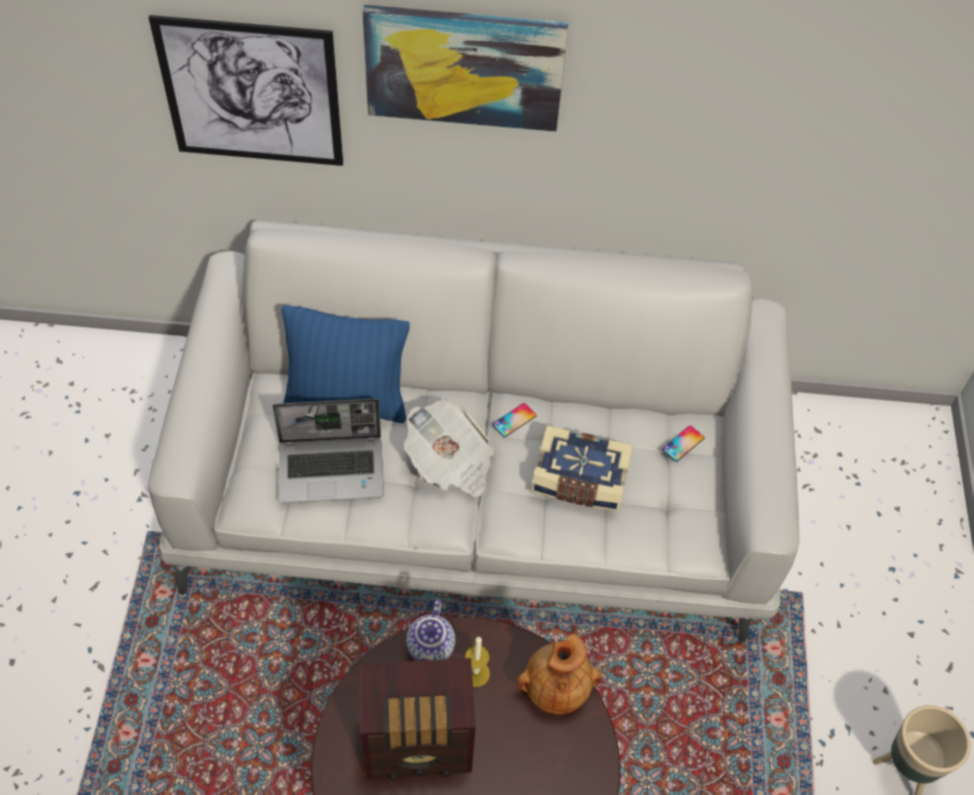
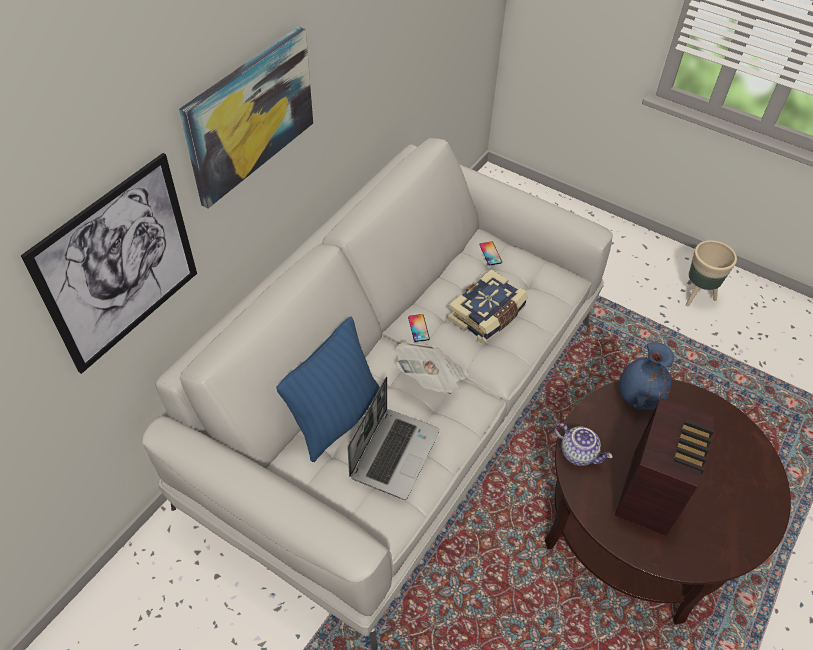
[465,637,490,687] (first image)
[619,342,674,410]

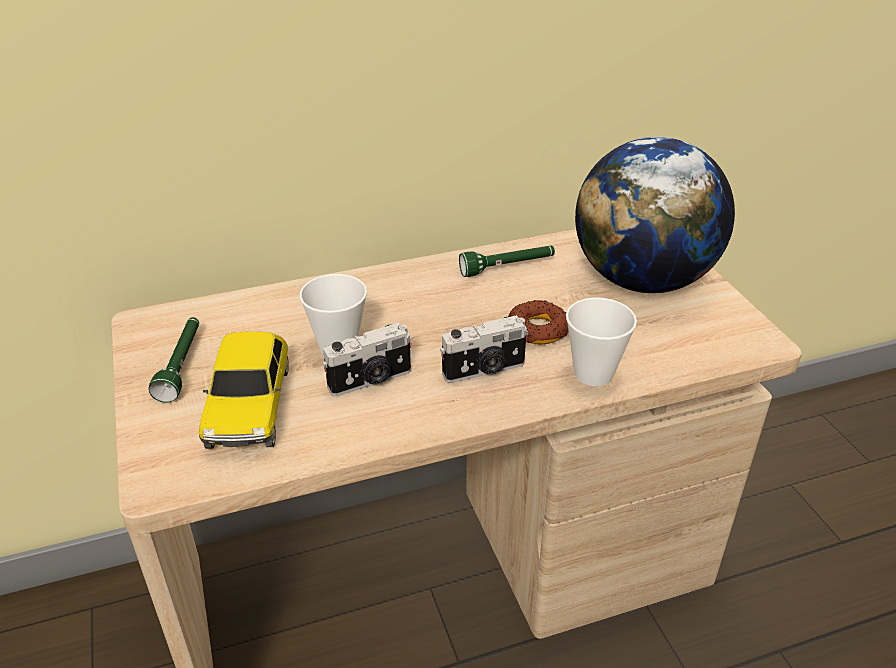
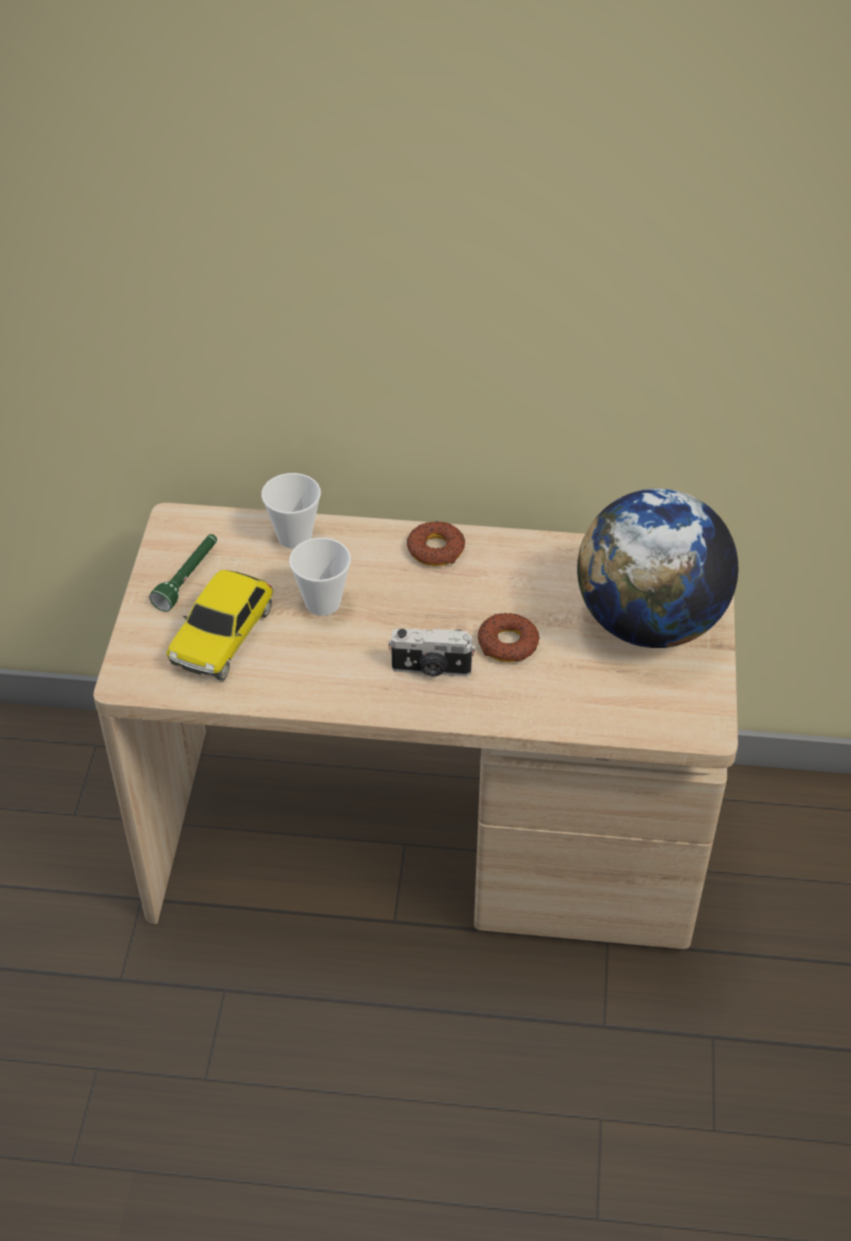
[322,323,412,396] (first image)
[459,246,555,277] (first image)
[261,473,321,549]
[407,521,465,566]

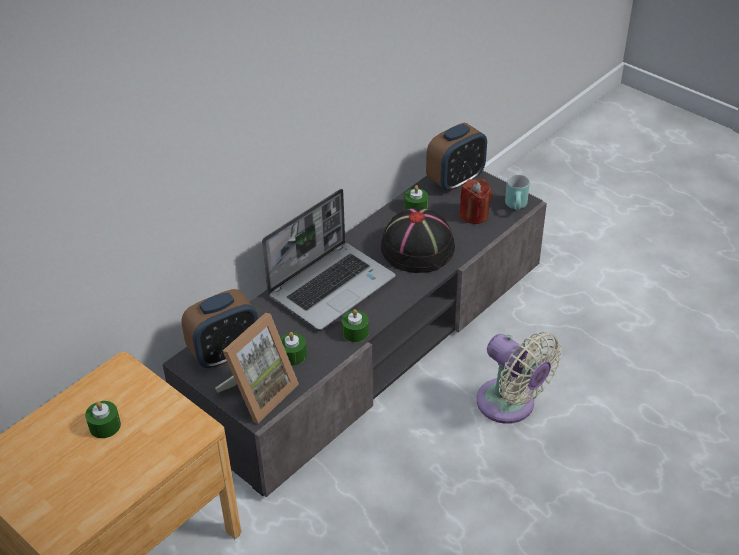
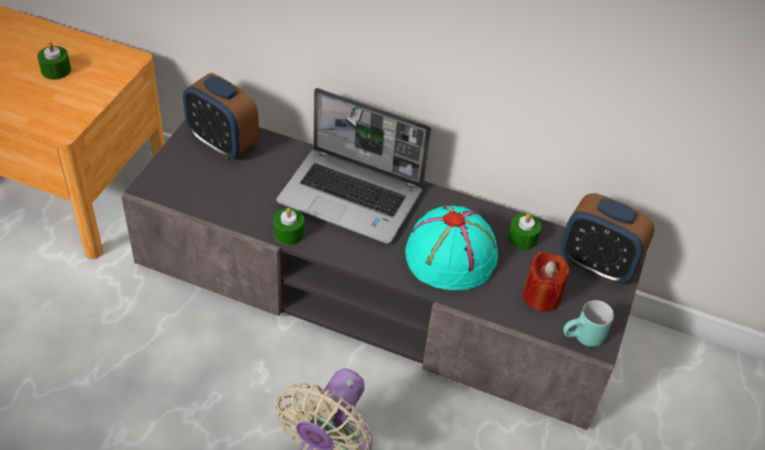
[215,313,299,423] (first image)
[280,332,307,365] (first image)
[405,206,498,290]

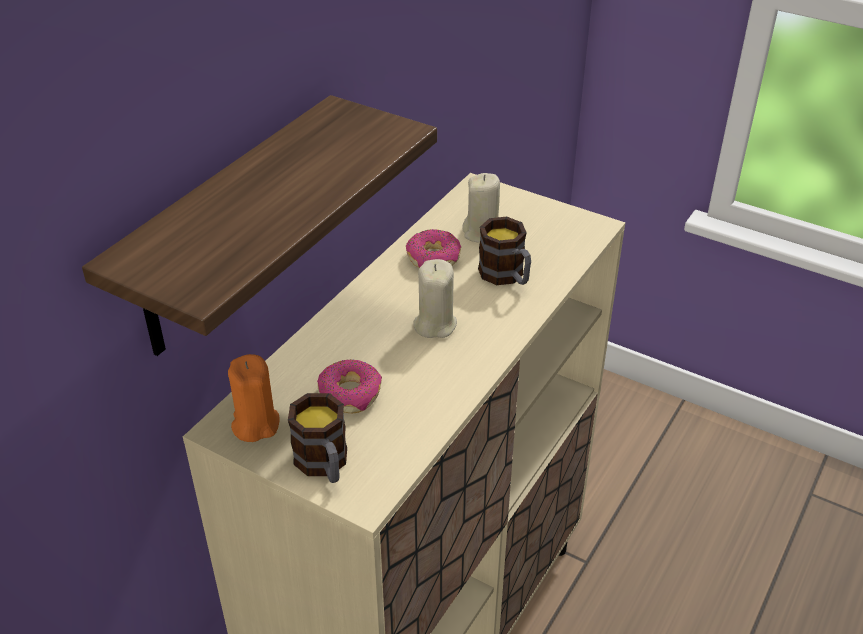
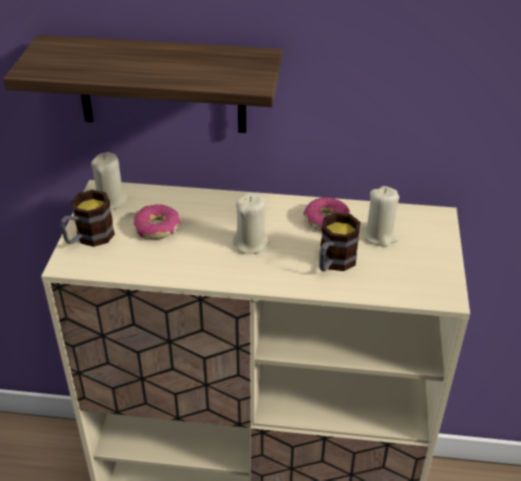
[91,152,128,210]

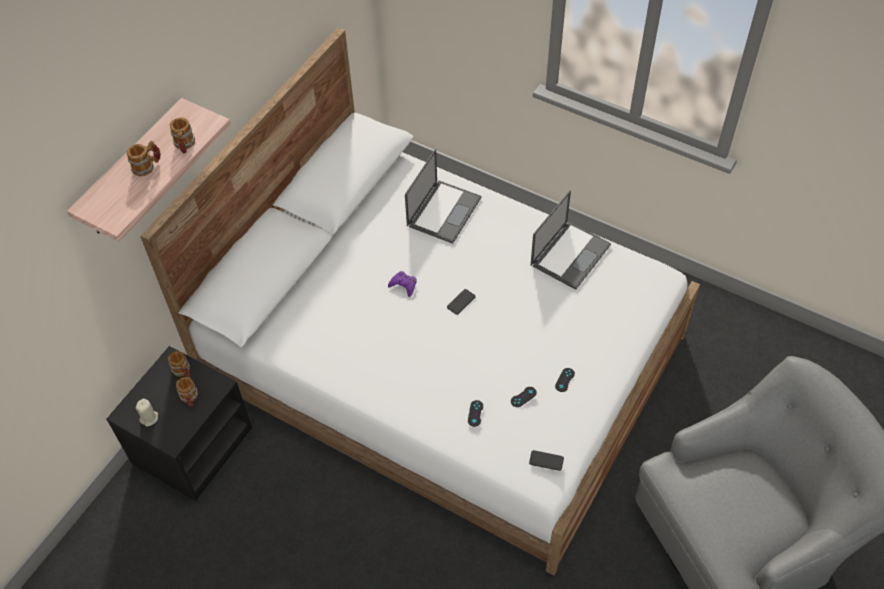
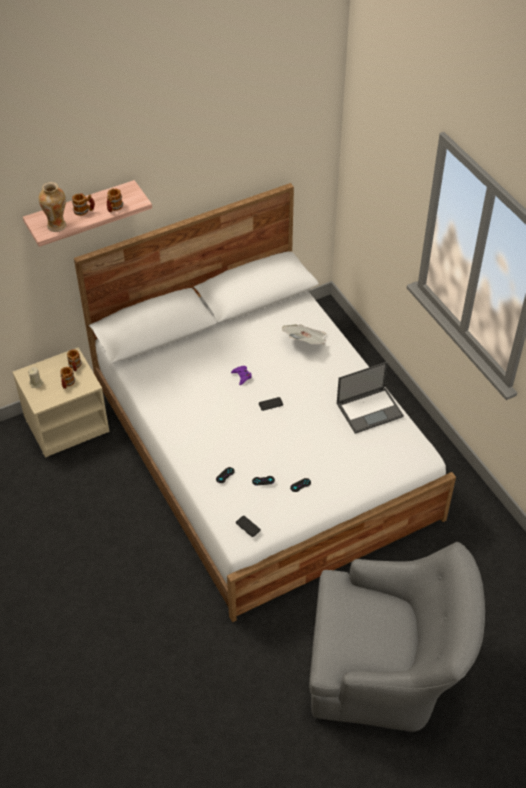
[12,347,109,458]
[282,324,326,345]
[39,182,66,232]

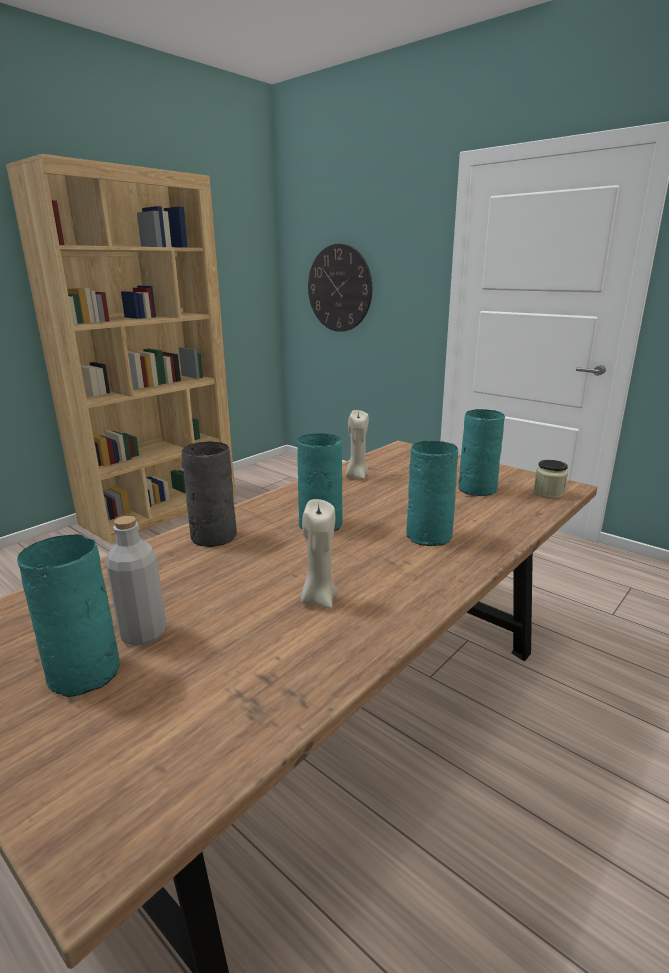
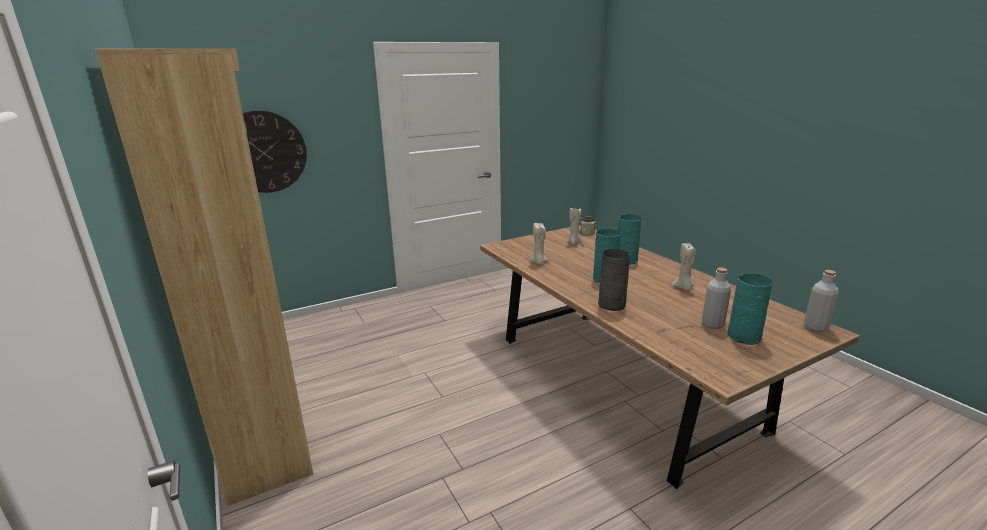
[567,207,582,245]
[804,270,839,332]

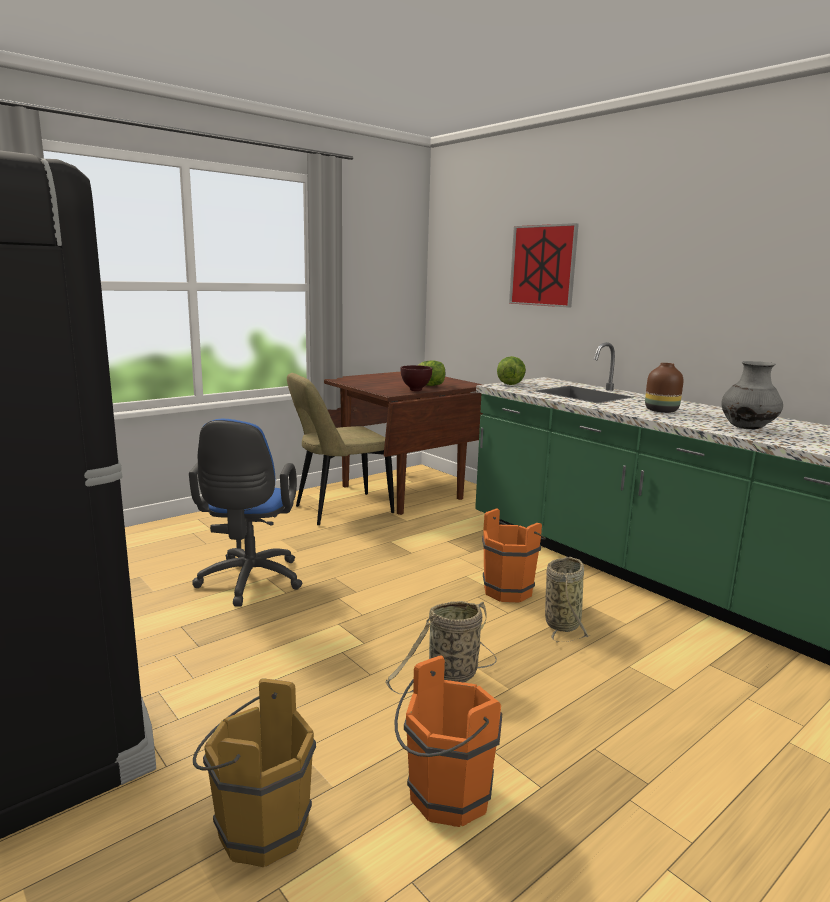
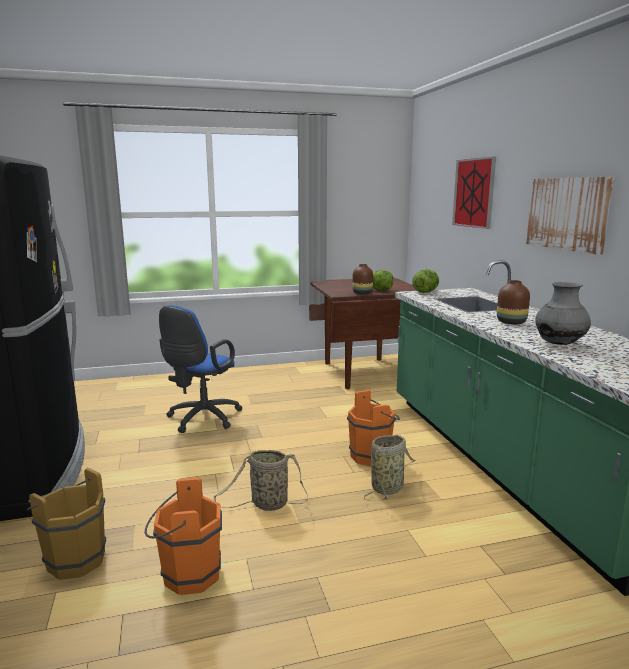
[287,373,394,525] (first image)
[352,264,373,294]
[526,177,614,255]

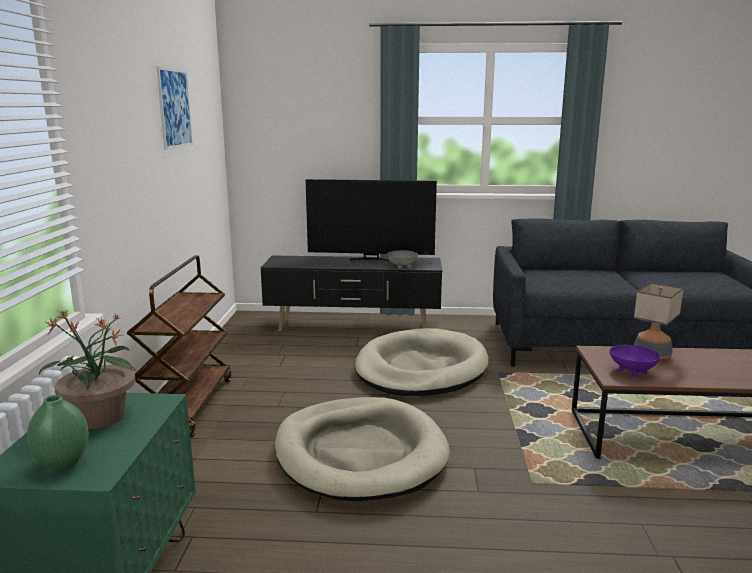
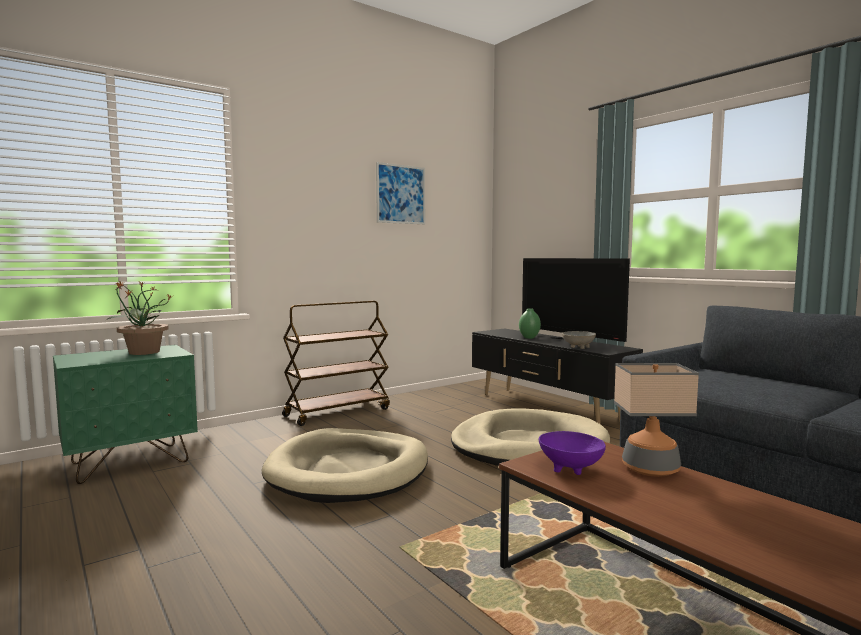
[519,308,541,339]

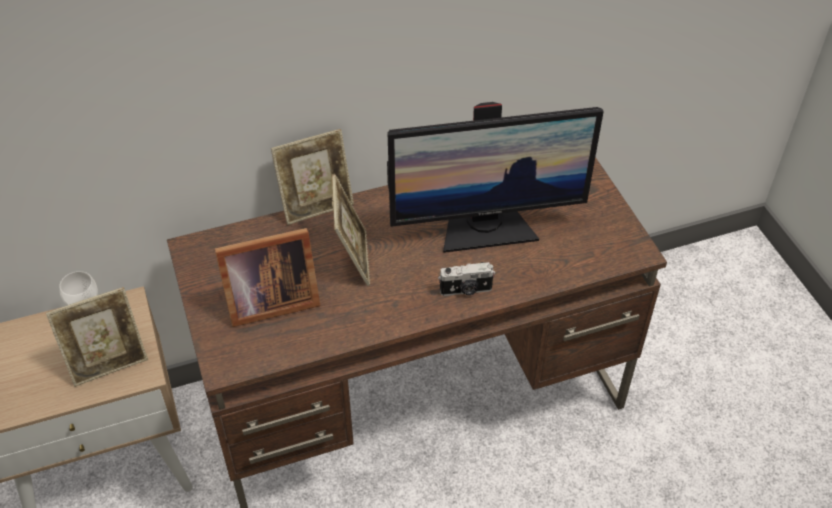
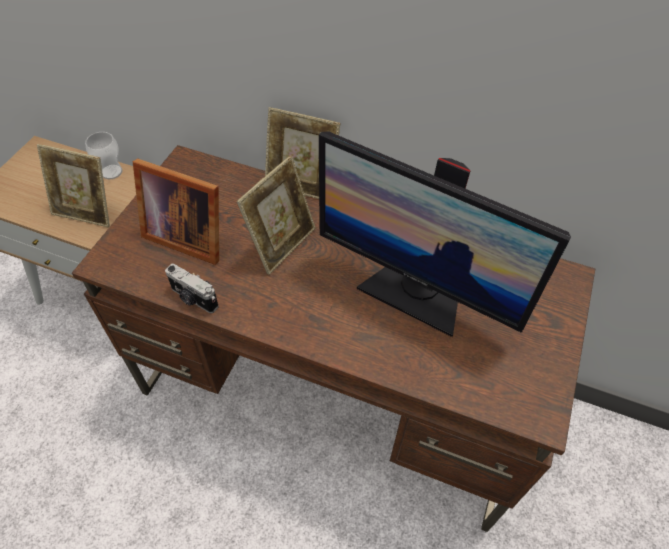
[165,264,219,313]

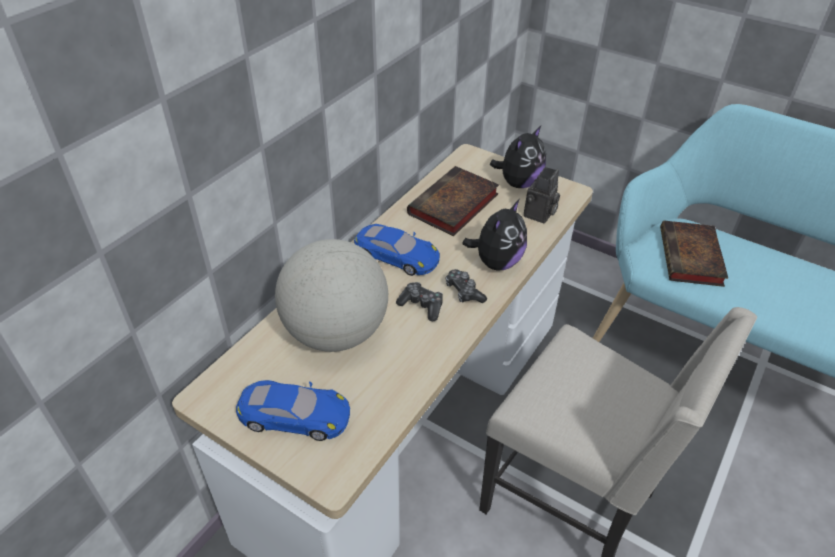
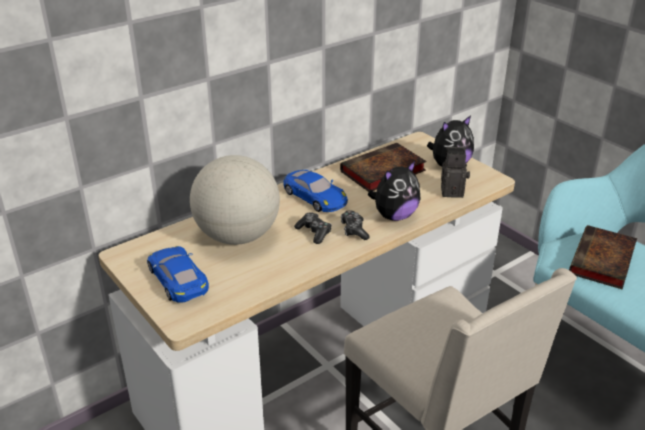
[147,246,209,303]
[441,147,470,198]

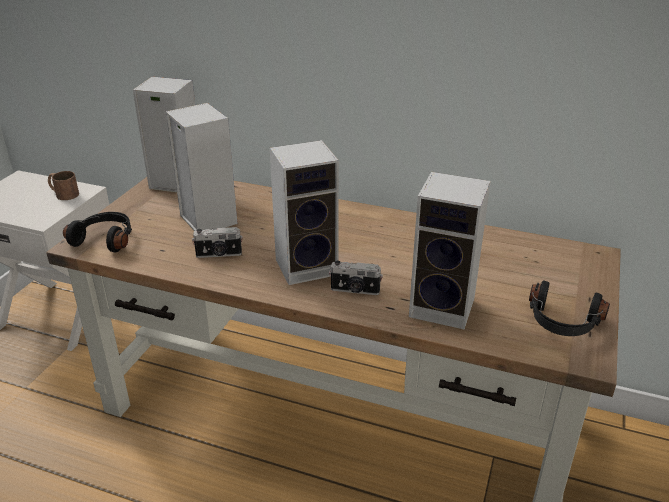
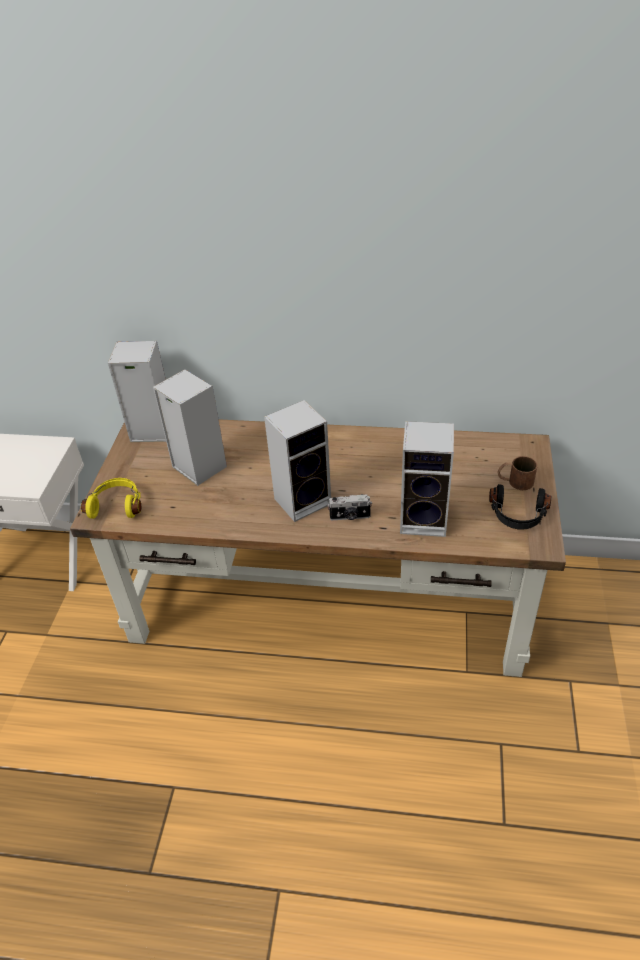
[498,456,537,490]
[81,478,141,519]
[192,227,243,258] (first image)

